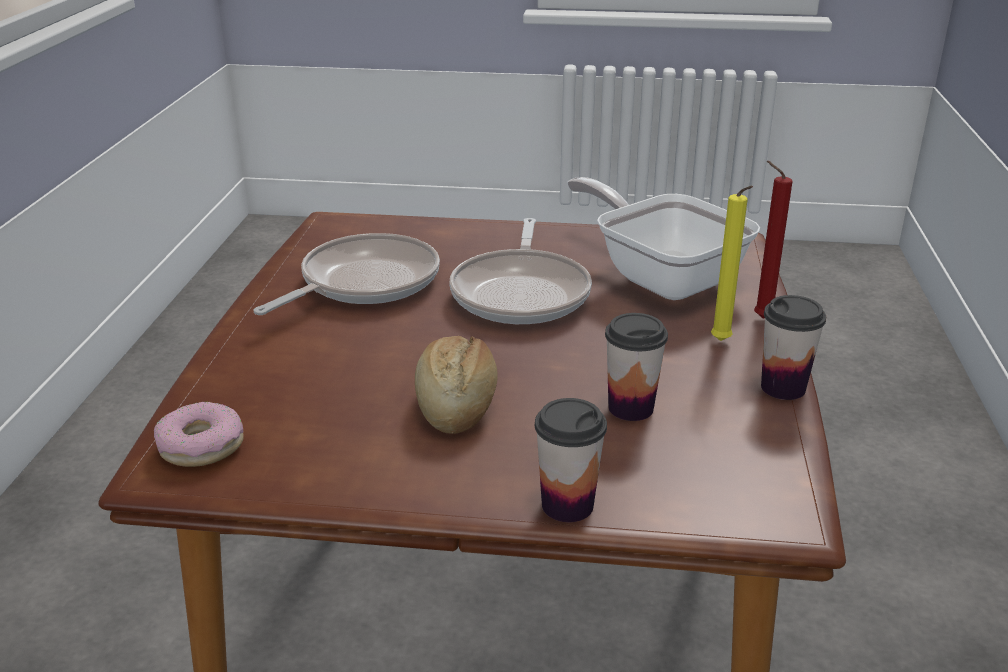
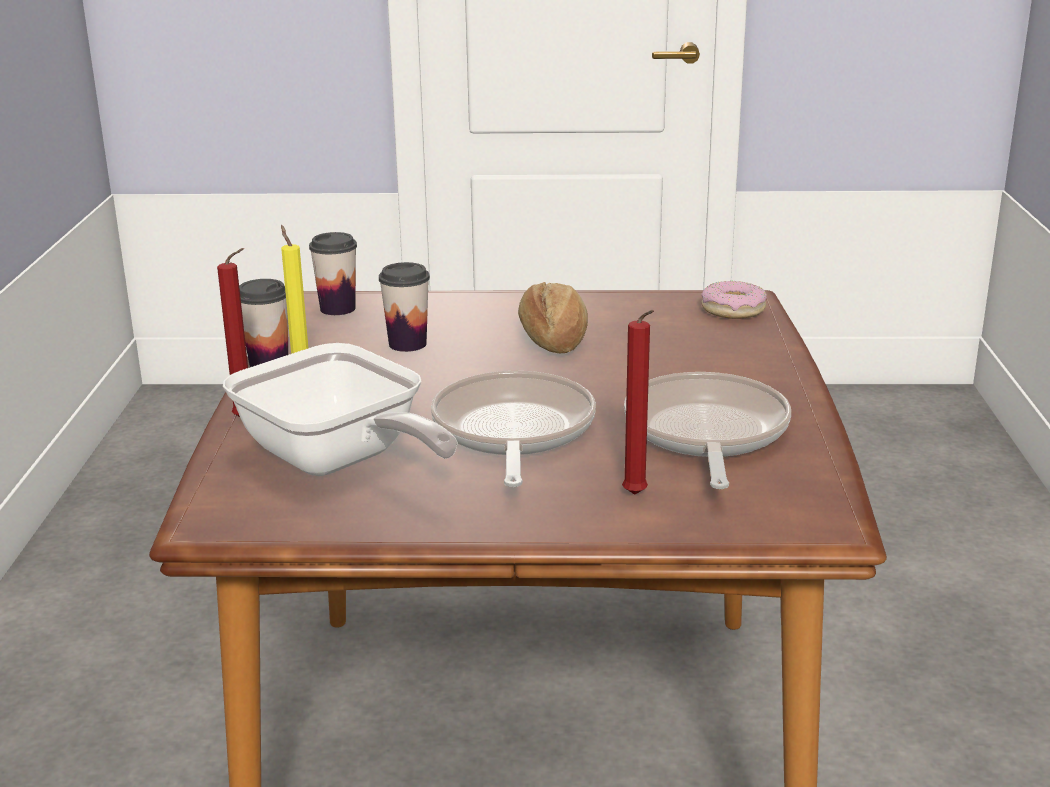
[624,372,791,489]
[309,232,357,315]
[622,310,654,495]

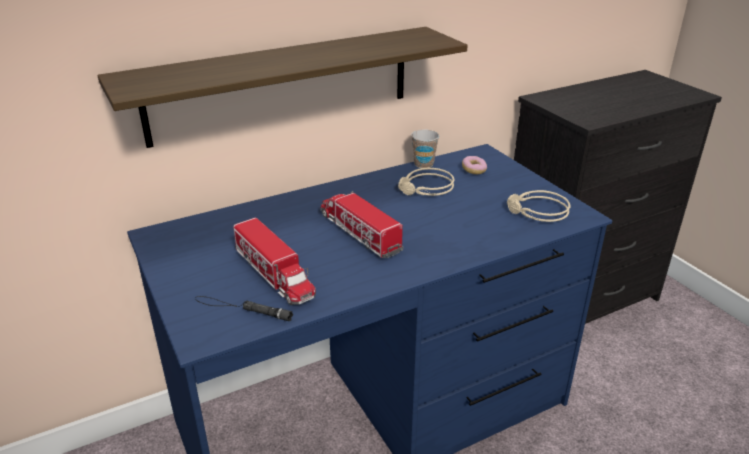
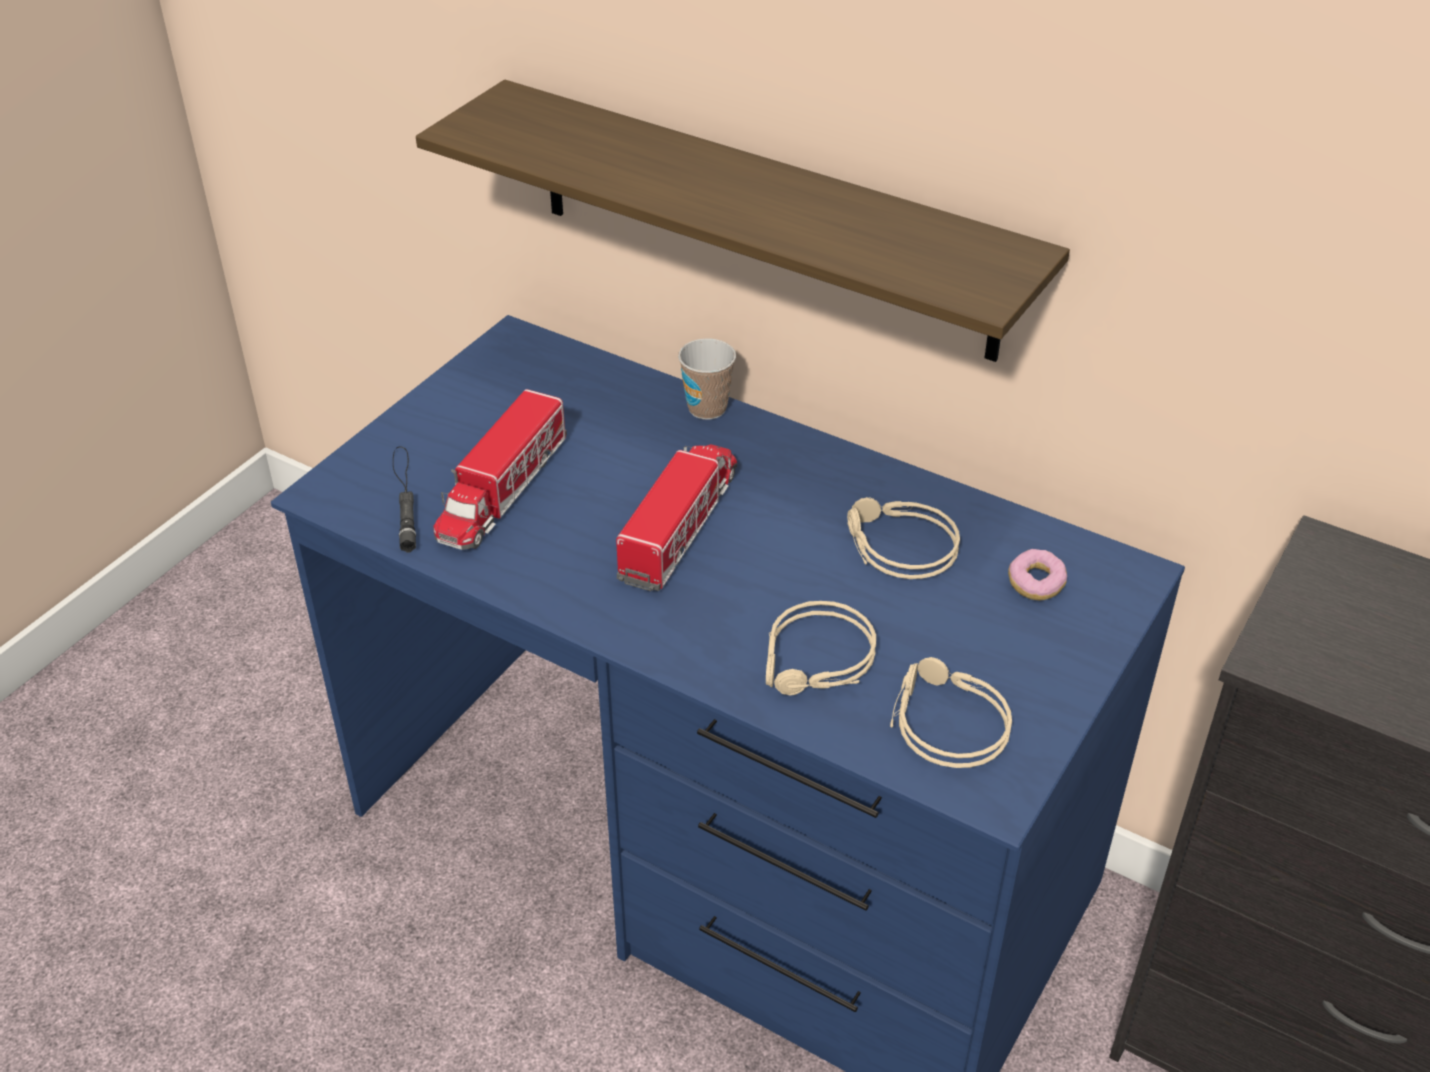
[678,338,736,420]
[766,601,876,696]

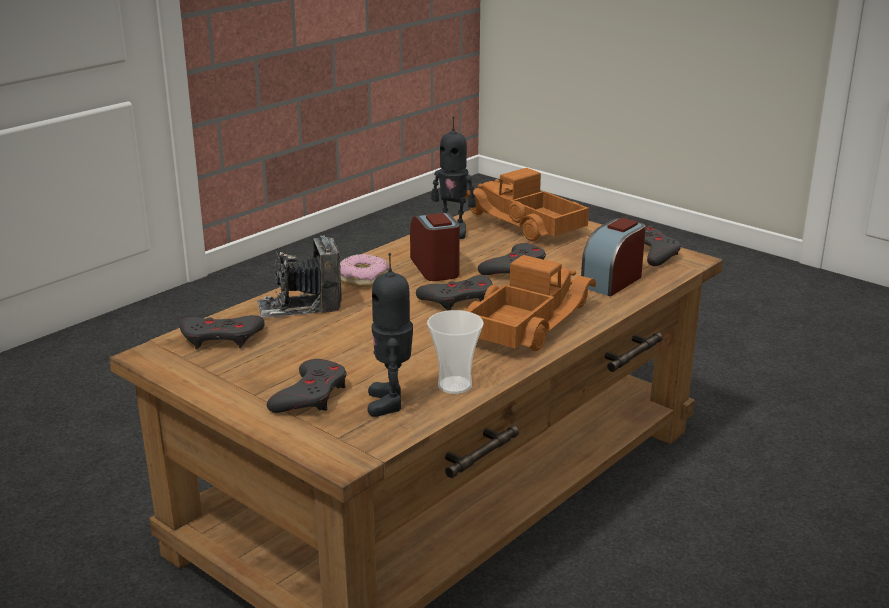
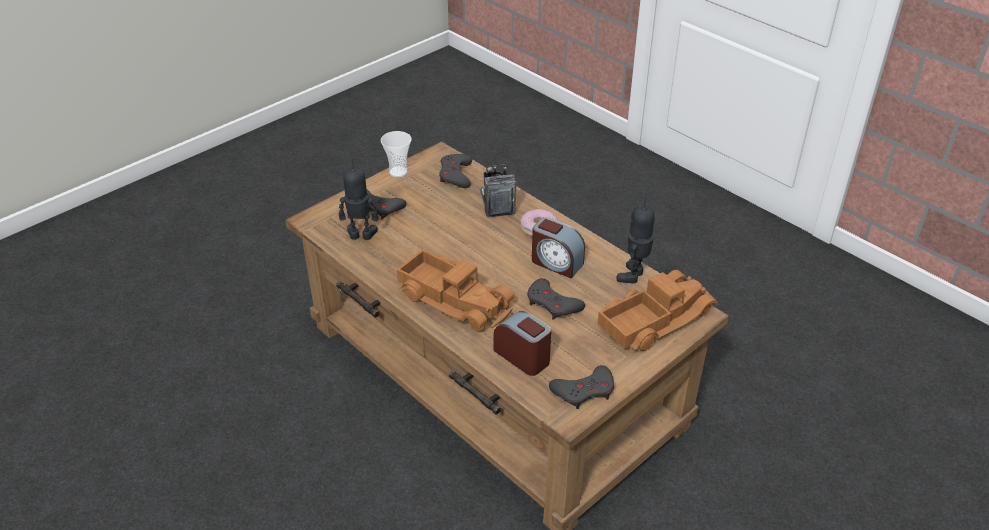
[532,217,585,279]
[416,275,493,311] (first image)
[381,131,412,177]

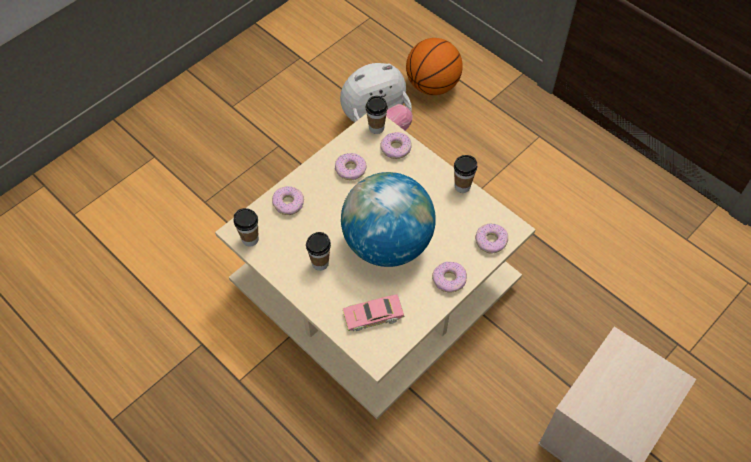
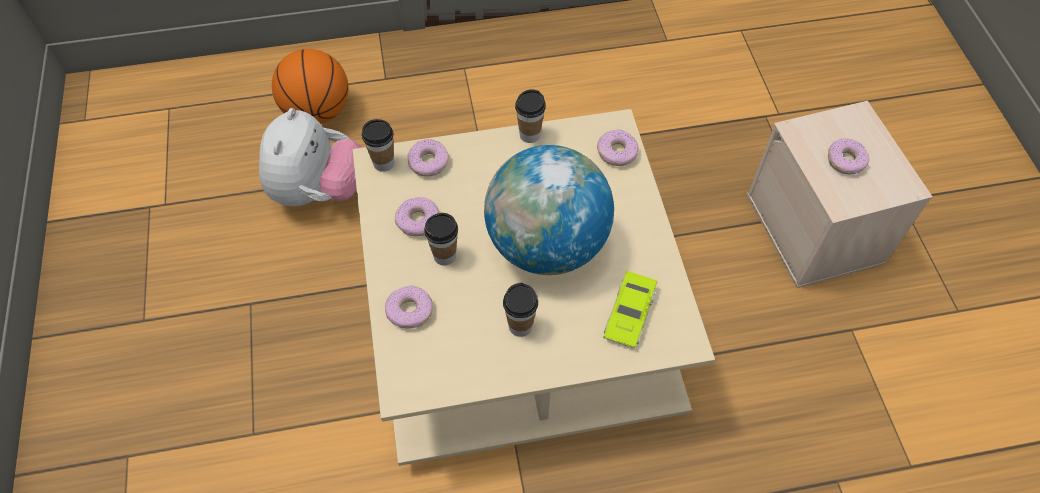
[424,213,458,266]
[603,271,658,349]
[828,138,870,174]

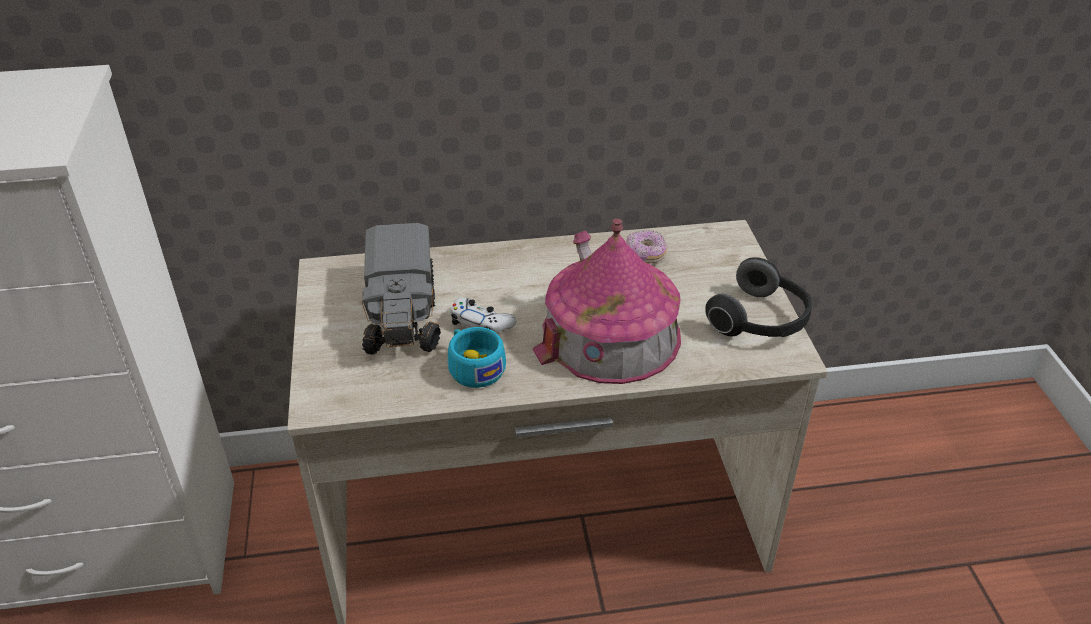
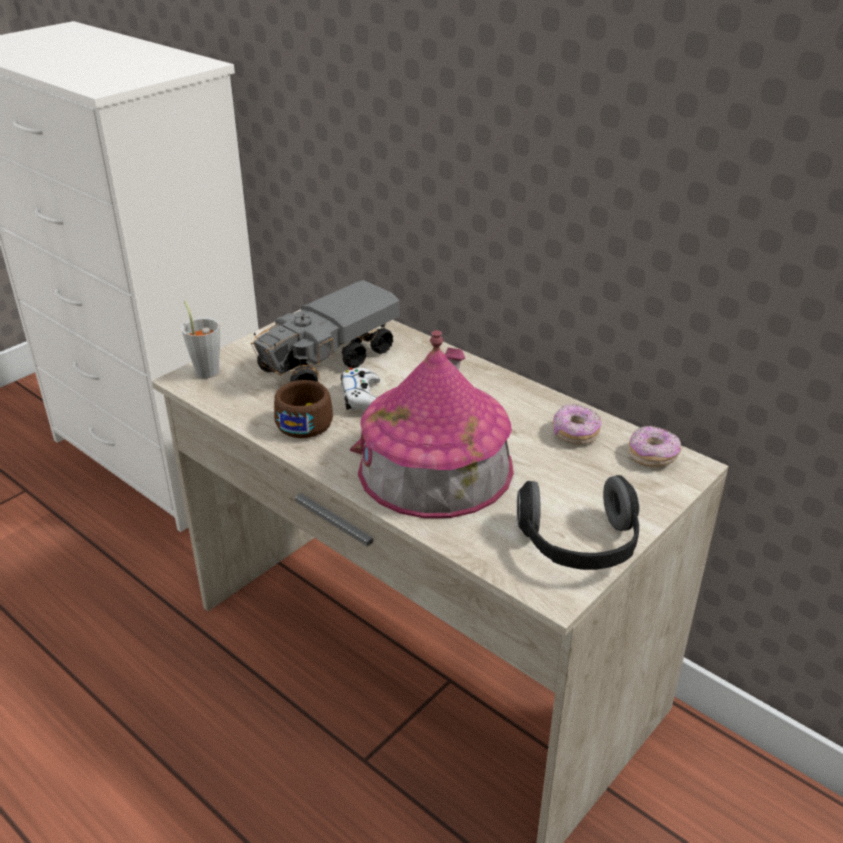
[274,380,333,438]
[181,301,220,378]
[629,426,681,467]

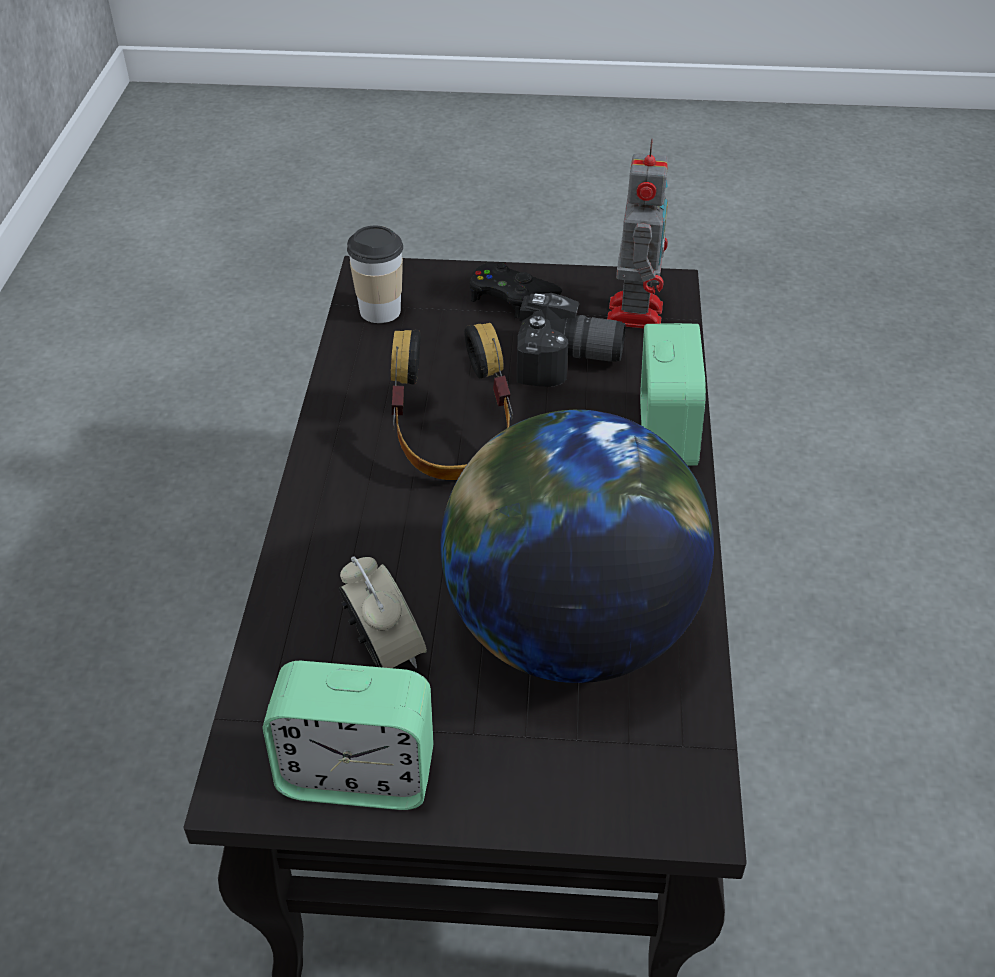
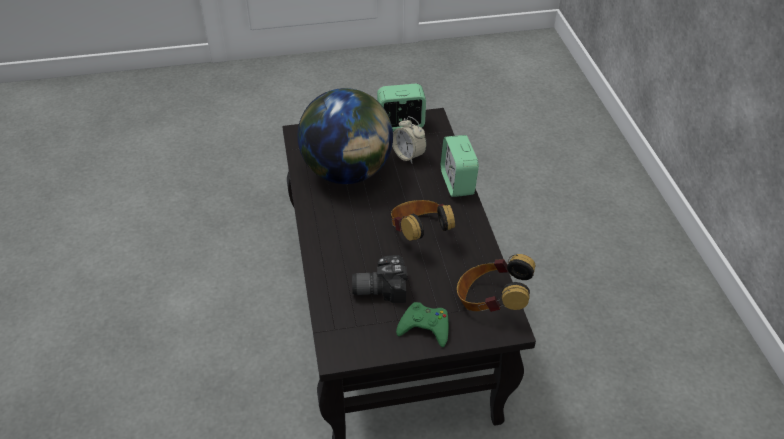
[457,254,536,312]
[396,302,449,347]
[607,139,668,328] (first image)
[441,135,479,197]

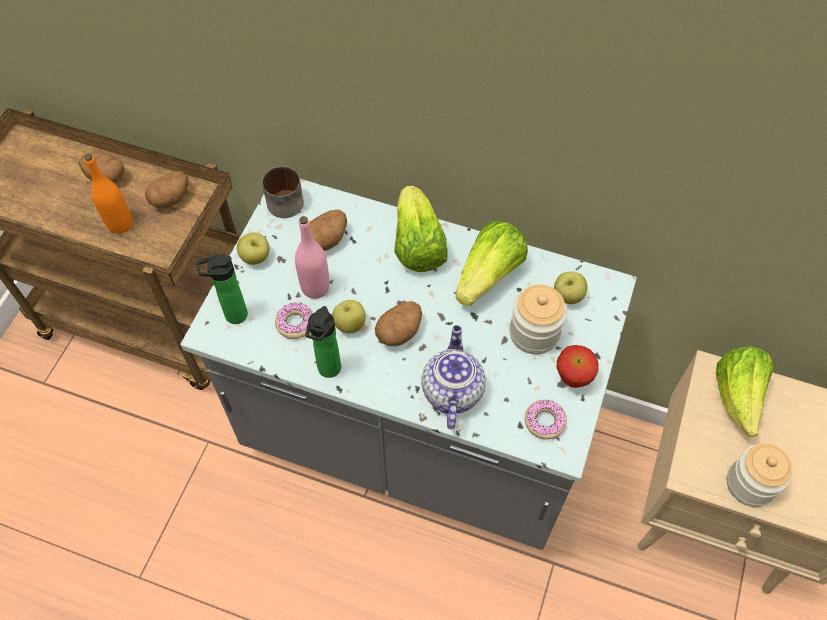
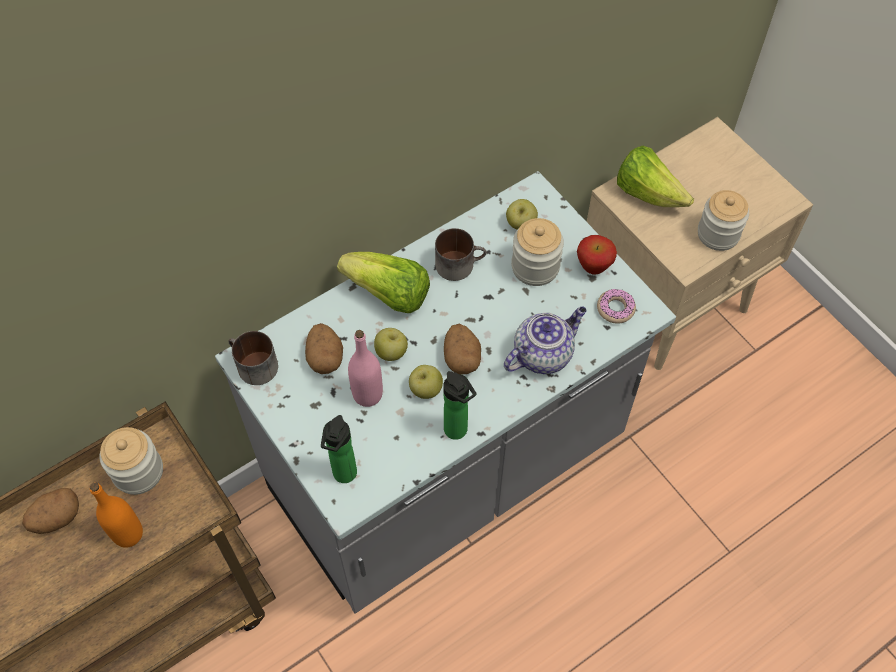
[99,427,163,495]
[374,328,408,361]
[275,302,313,339] (first image)
[504,306,587,374]
[435,228,487,281]

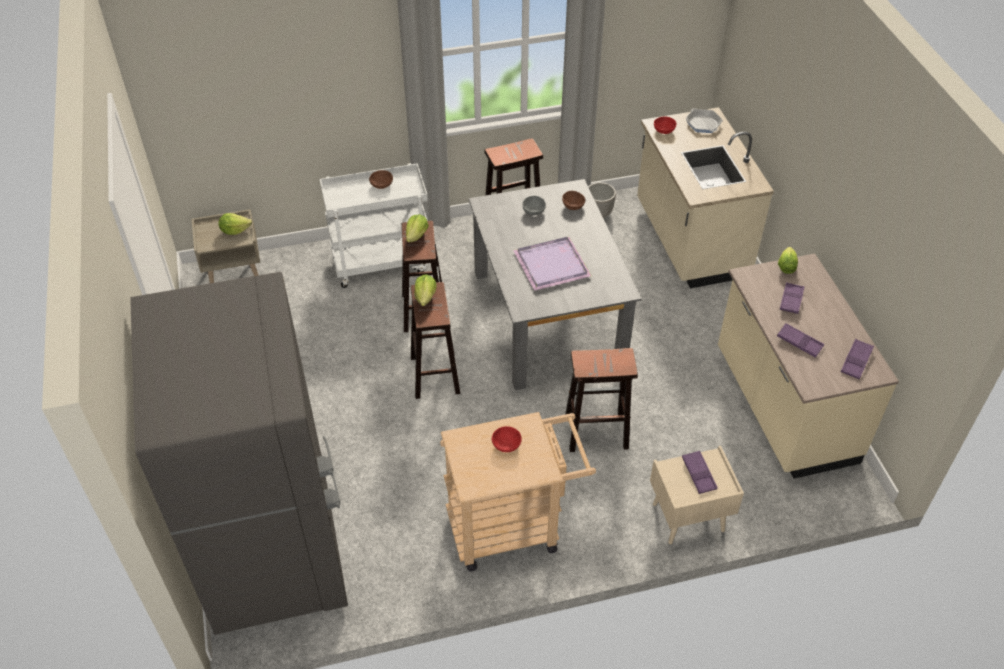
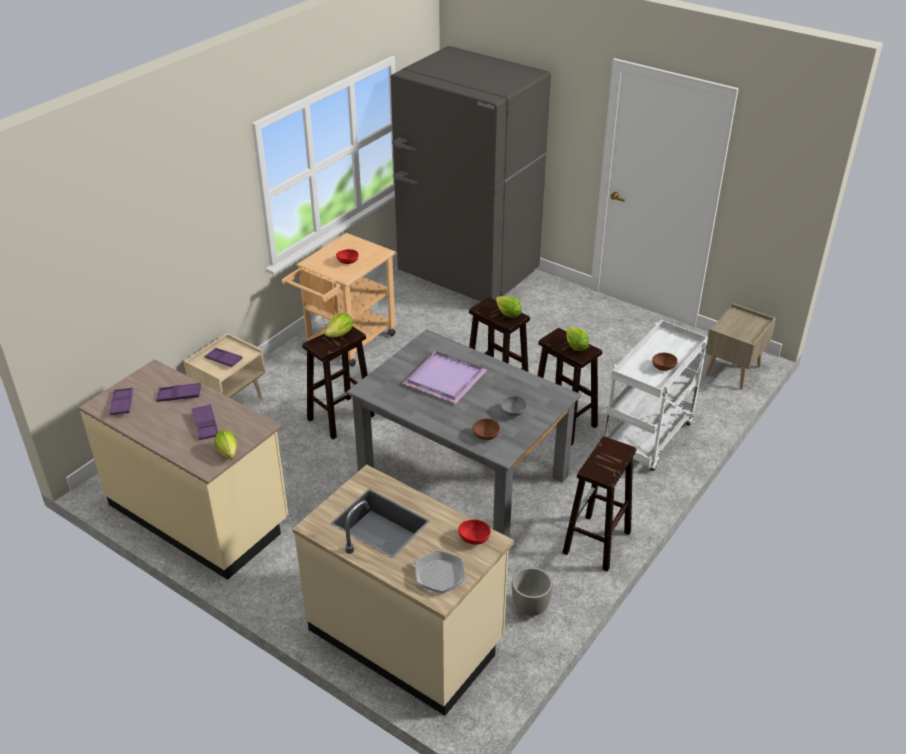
[324,313,353,337]

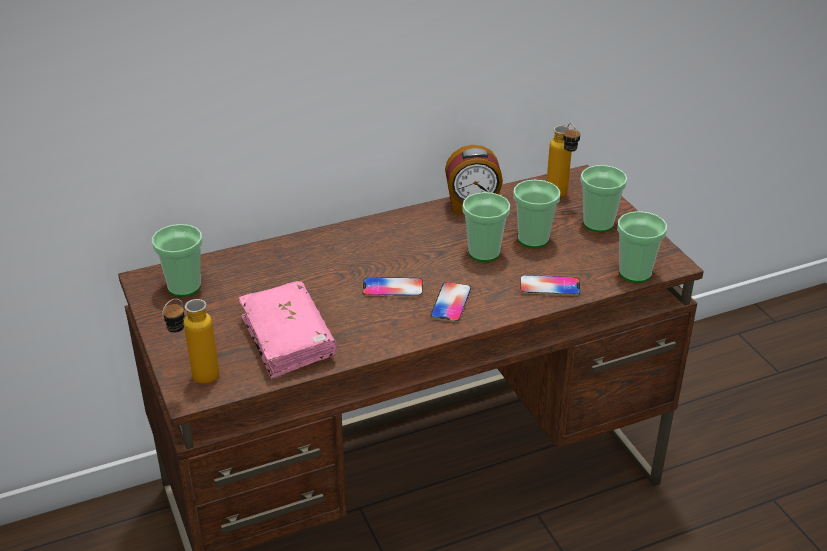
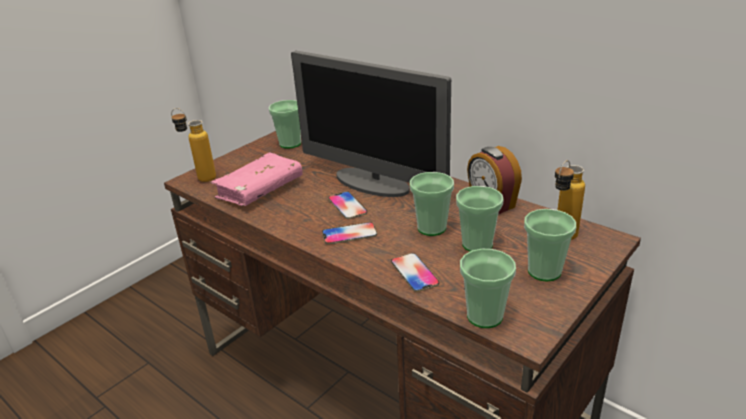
[291,51,451,197]

